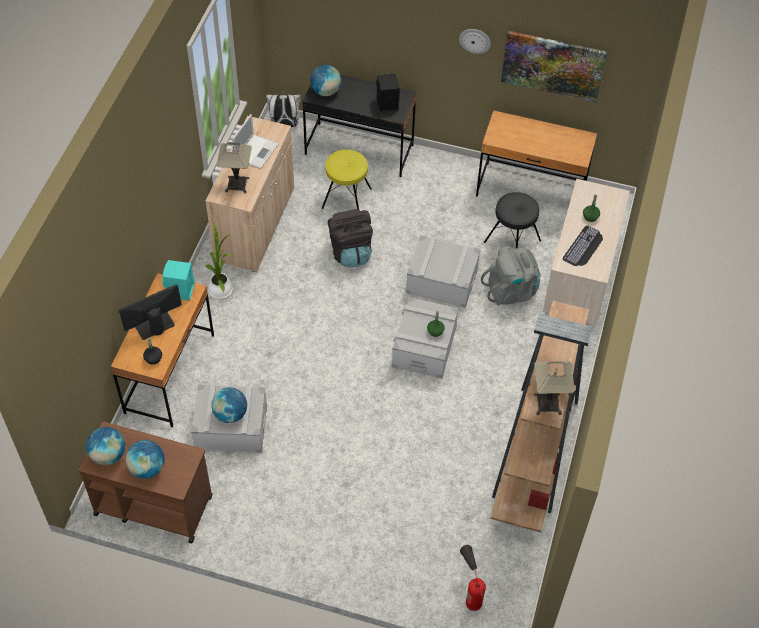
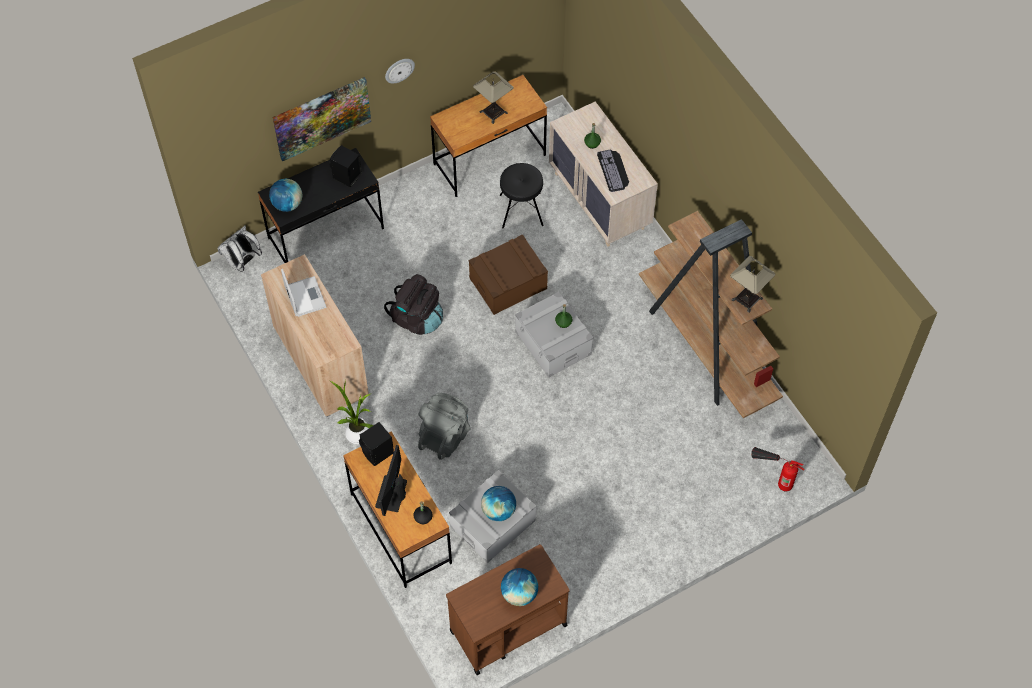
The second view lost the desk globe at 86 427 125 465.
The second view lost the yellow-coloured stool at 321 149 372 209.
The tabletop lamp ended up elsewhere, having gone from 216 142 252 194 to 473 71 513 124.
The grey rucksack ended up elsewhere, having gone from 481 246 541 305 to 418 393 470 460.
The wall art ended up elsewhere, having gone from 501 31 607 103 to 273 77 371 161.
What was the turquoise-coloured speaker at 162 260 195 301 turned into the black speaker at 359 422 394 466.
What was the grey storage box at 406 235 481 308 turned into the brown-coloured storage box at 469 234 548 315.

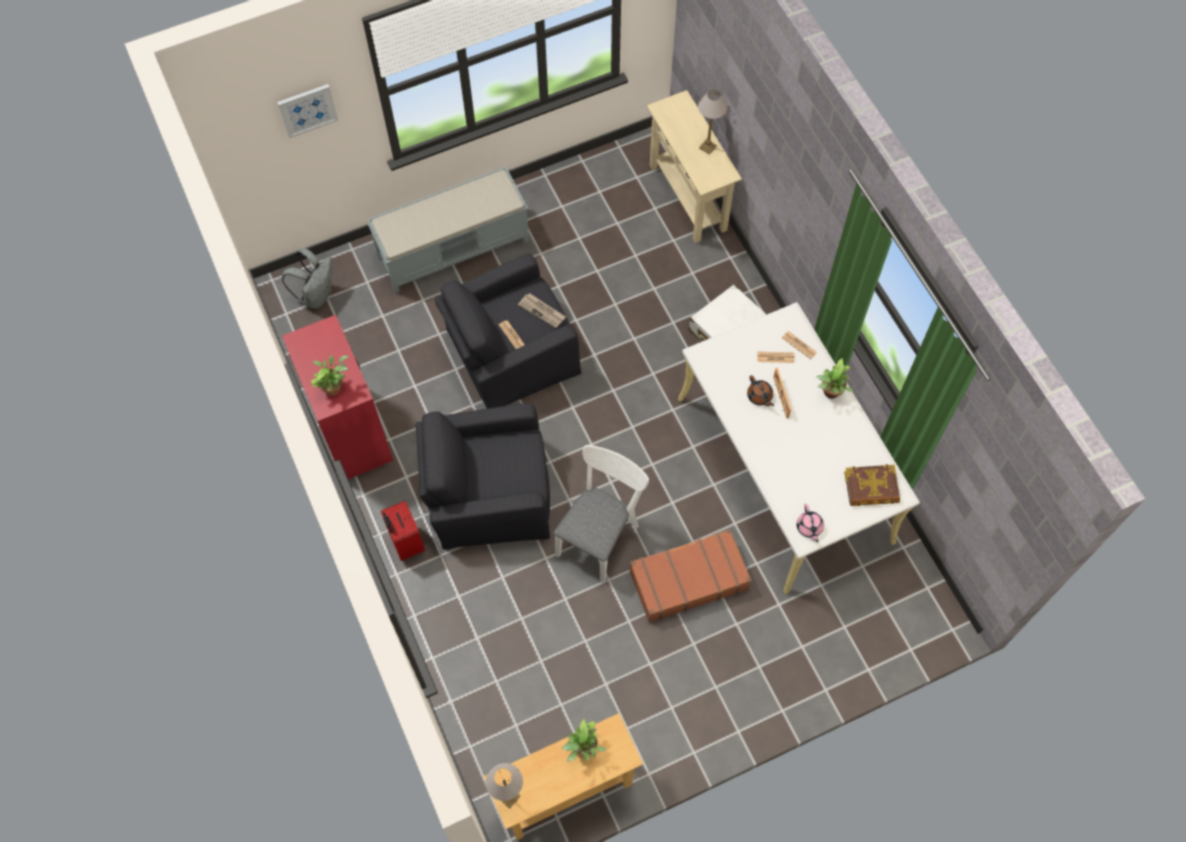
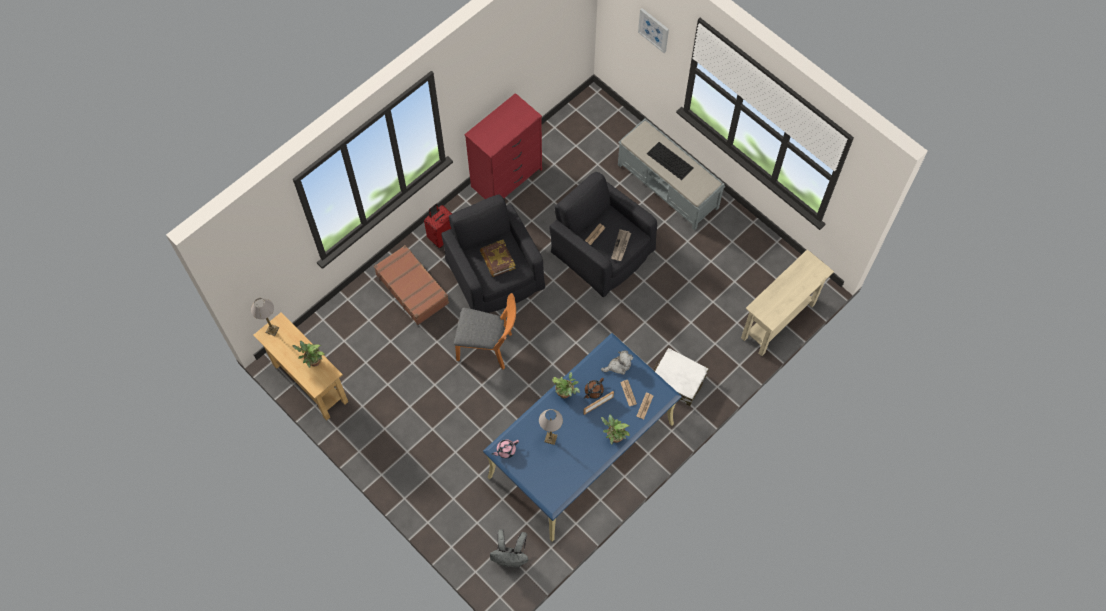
The second view gained the soft toy at 601 351 633 375.
The second view gained the keyboard at 647 142 694 180.
The grey rucksack ended up elsewhere, having gone from 282 248 333 309 to 490 529 528 567.
The houseplant ended up elsewhere, having gone from 311 355 349 395 to 552 372 580 398.
The brown-coloured travel case ended up elsewhere, having gone from 630 529 752 623 to 374 245 449 325.
The tabletop lamp ended up elsewhere, having gone from 698 89 727 155 to 539 409 563 445.
The bound book ended up elsewhere, having gone from 844 464 900 506 to 480 240 516 277.
What was the white upright chair at 554 445 649 582 turned into the orange upright chair at 454 293 516 370.
What was the white desk unit at 678 302 920 594 turned into the bluish desk unit at 483 333 681 541.

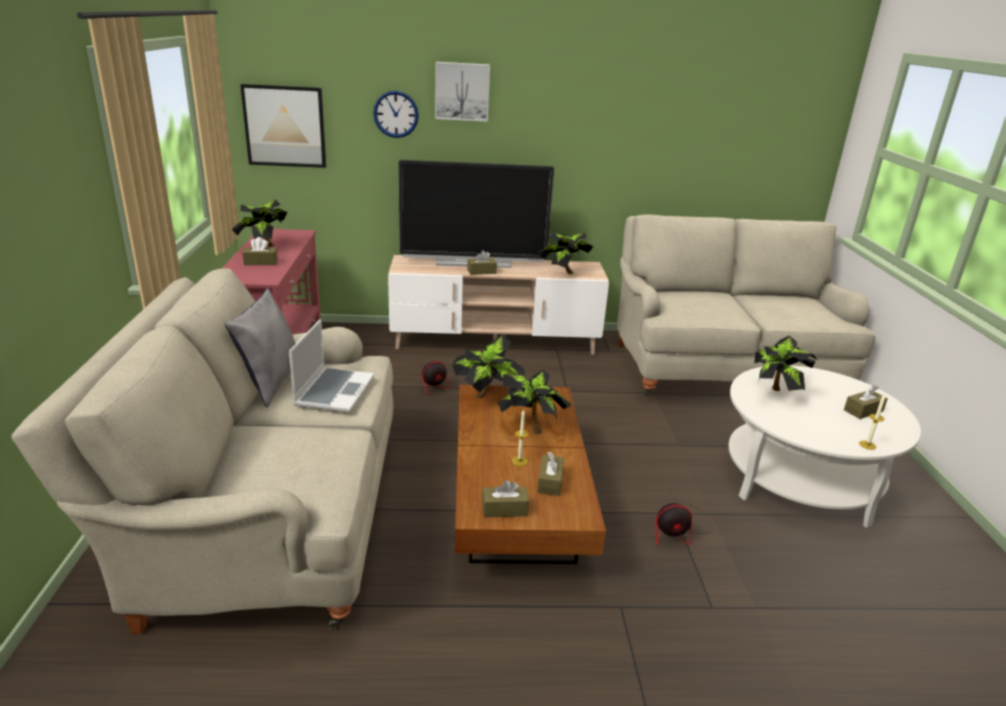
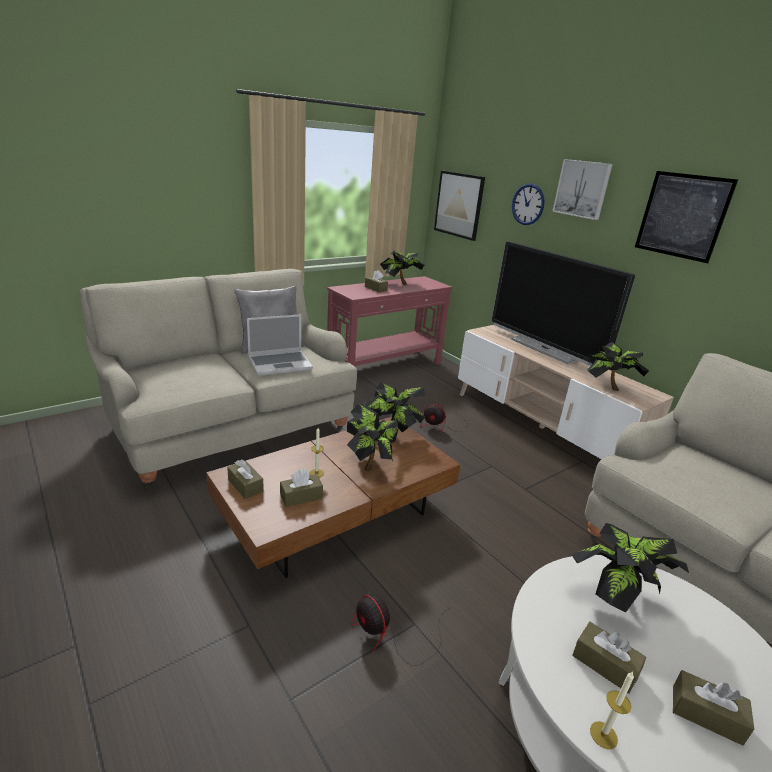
The second view gained the wall art at 635 171 738 263.
The brown-coloured box of tissues ended up elsewhere, having gone from 468 250 497 275 to 573 622 646 694.

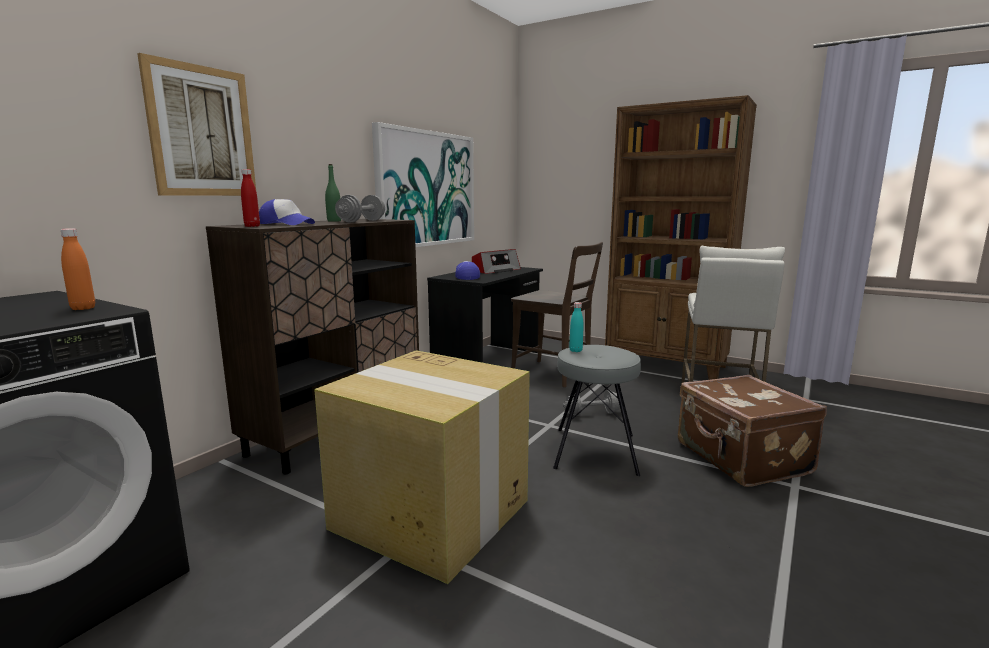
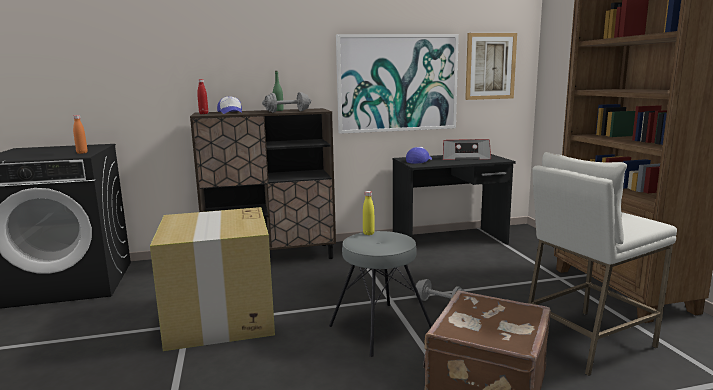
The second view lost the brown-coloured upright chair at 511 242 603 387.
The wall art ended up elsewhere, having gone from 137 53 256 196 to 465 33 517 100.
What was the turquoise-coloured beverage bottle at 569 302 584 352 turned into the yellow-coloured beverage bottle at 363 191 375 235.

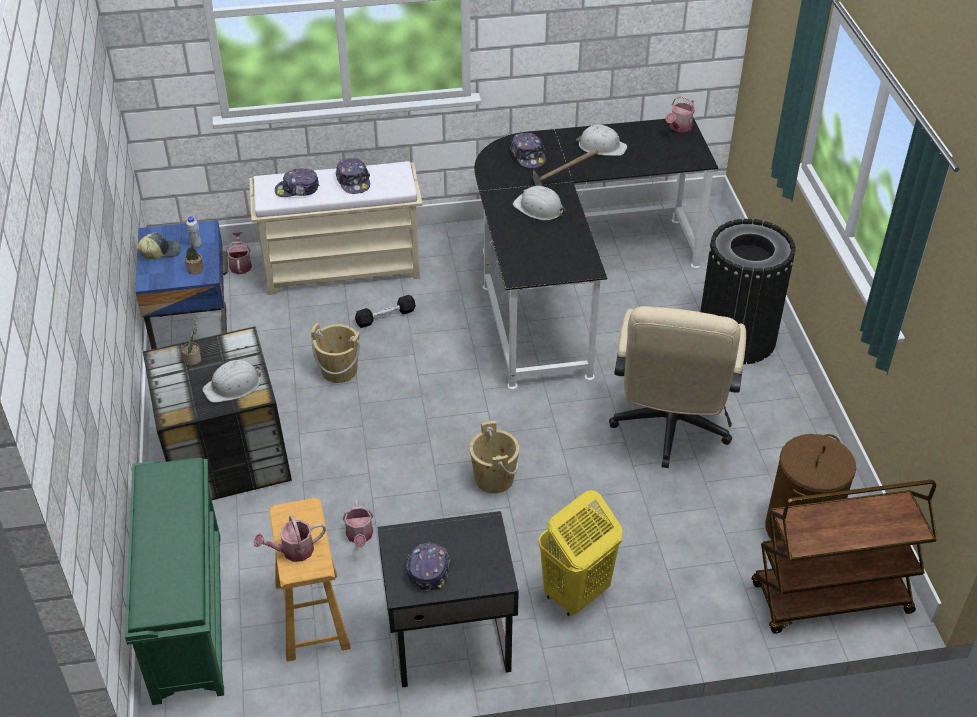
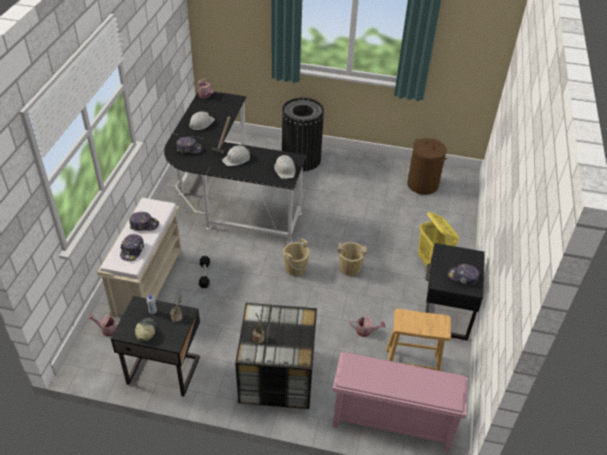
The second view lost the watering pot at 254 515 326 562.
The second view lost the beige-coloured desk chair at 609 306 746 468.
The second view lost the brown-coloured wheeled cart at 752 480 938 634.
The white work helmet ended up elsewhere, having gone from 203 360 261 403 to 274 155 296 179.
The beige-coloured pail ended up elsewhere, having gone from 311 323 360 383 to 283 238 310 276.
What was the greenish shoe shelf at 125 458 224 705 turned into the pink-coloured shoe shelf at 332 352 468 451.
What was the bluish nightstand at 135 220 228 349 turned into the black nightstand at 111 296 200 396.

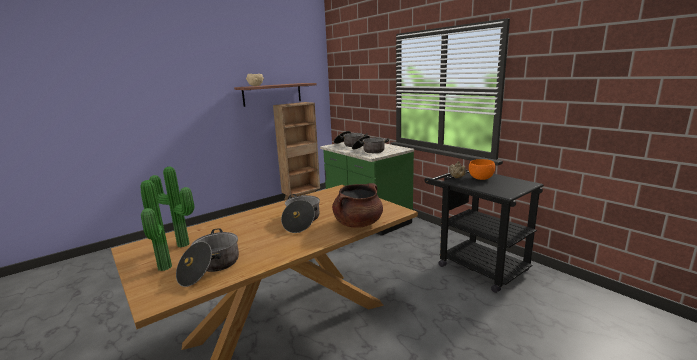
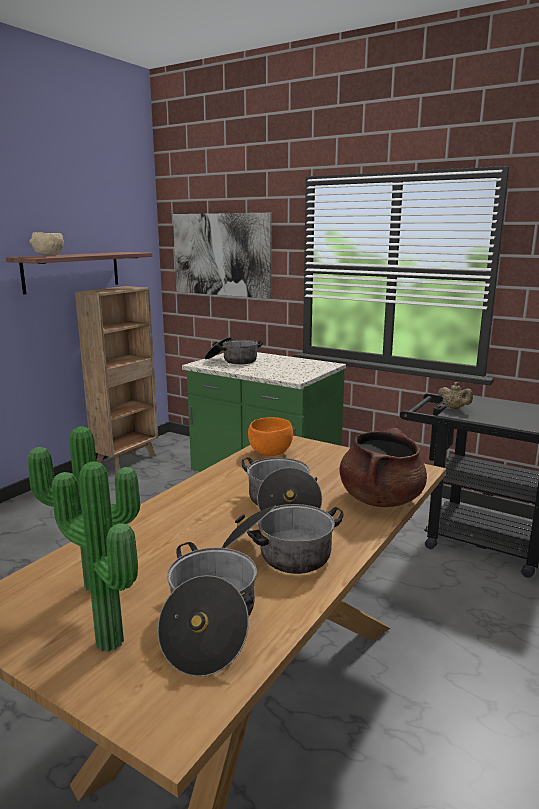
The second view gained the wall art at 173 213 272 299.
The cooking pot ended up elsewhere, having gone from 352 136 389 153 to 222 504 343 574.
The orange bowl ended up elsewhere, having gone from 469 159 495 180 to 248 417 293 456.

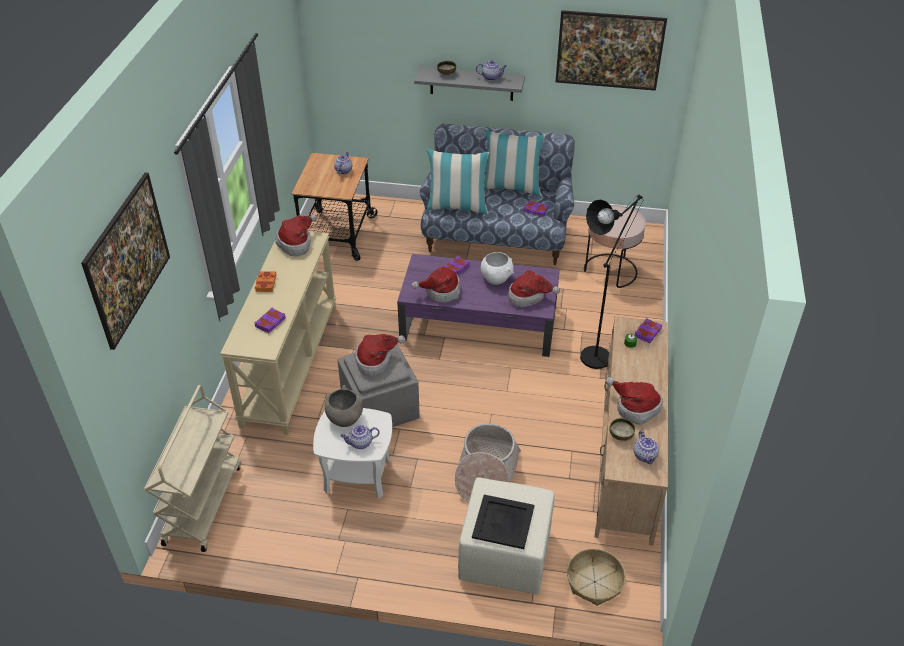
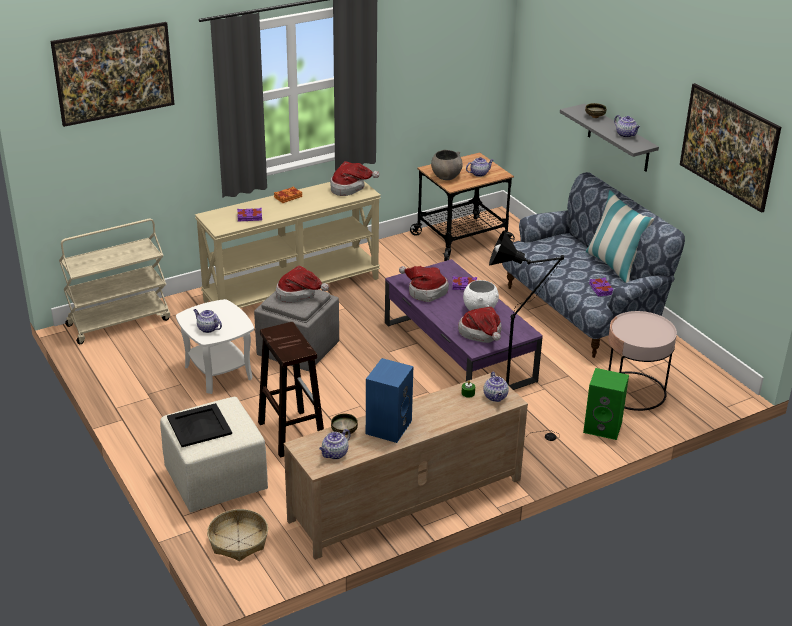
The second view lost the cushion at 426 149 489 214.
The second view gained the greenish speaker at 583 368 629 440.
The grey bowl ended up elsewhere, having gone from 324 385 363 427 to 431 150 463 180.
Where the storage basket stood at 455 424 521 502, the brown-coloured stool came to stand at 258 322 324 458.
Where the hat stood at 606 377 663 425, the bluish speaker came to stand at 366 358 413 443.
Where the purple bound book stood at 635 318 662 343, the pot for tea came to stand at 483 372 509 402.

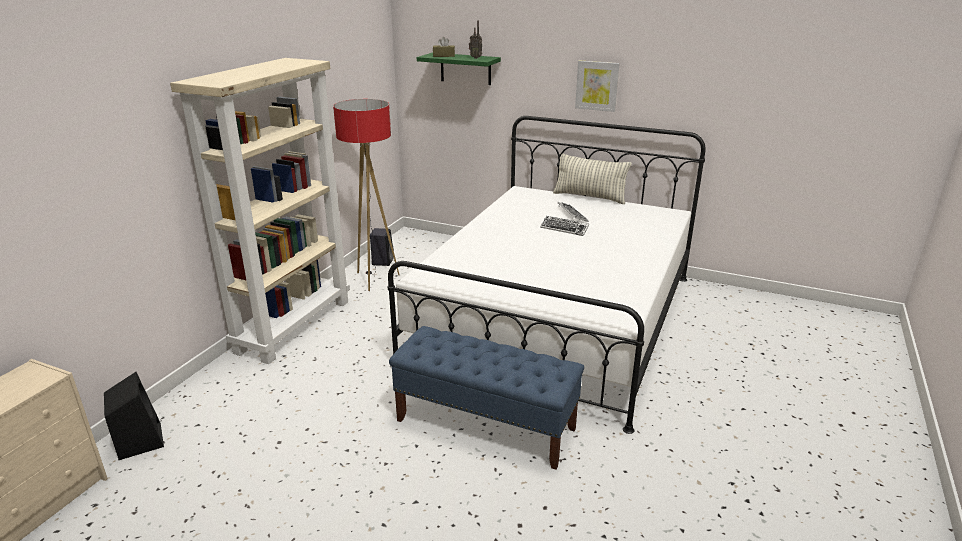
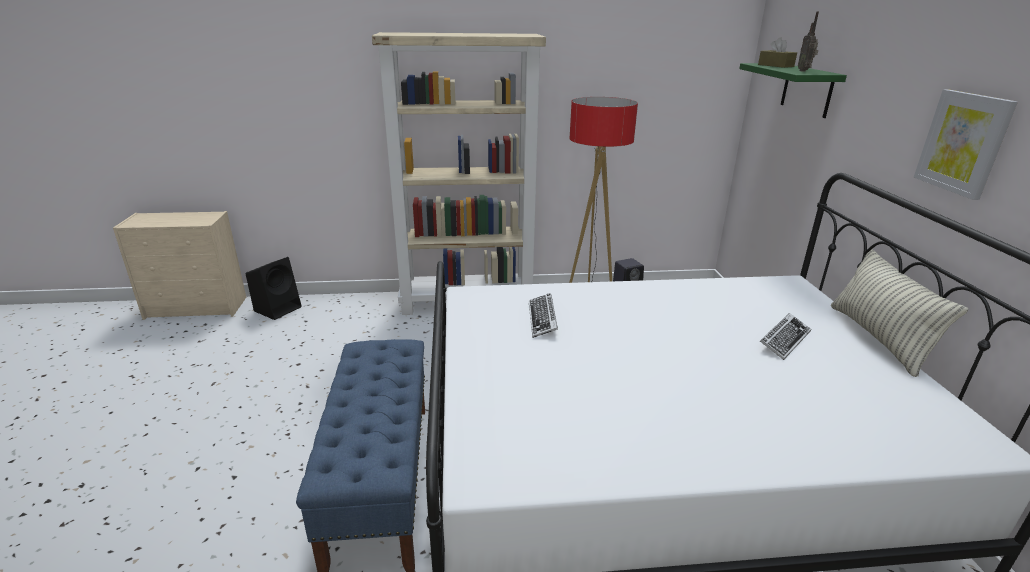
The keyboard ended up elsewhere, having gone from 540 216 589 236 to 529 293 558 338.

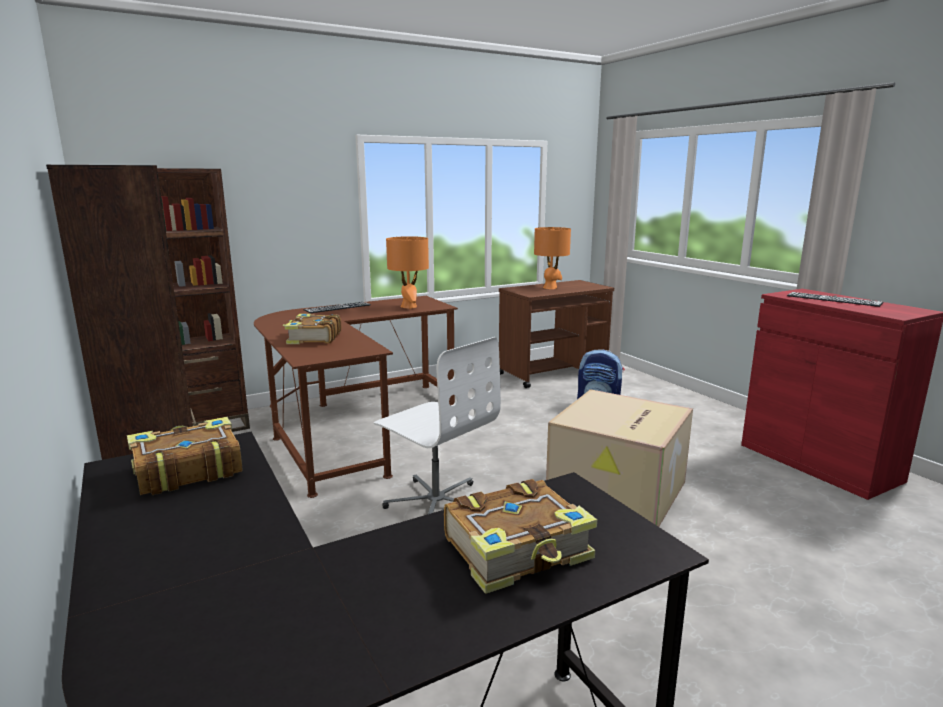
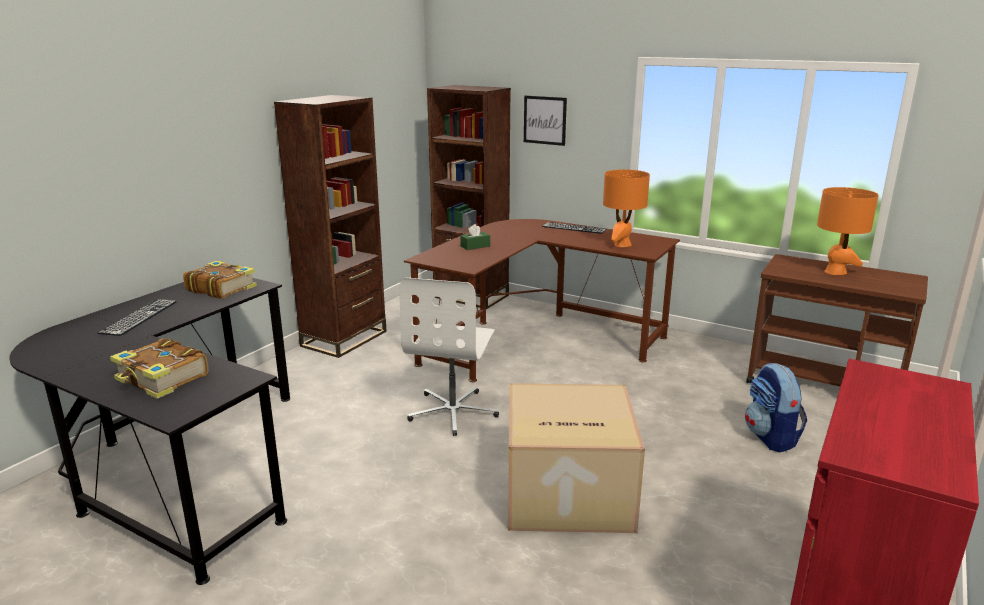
The second view gained the wall art at 524 96 567 146.
The keyboard ended up elsewhere, having gone from 787 292 884 307 to 98 300 177 336.
Where the bound book stood at 283 314 341 344, the greenish box of tissues came to stand at 460 224 490 250.

